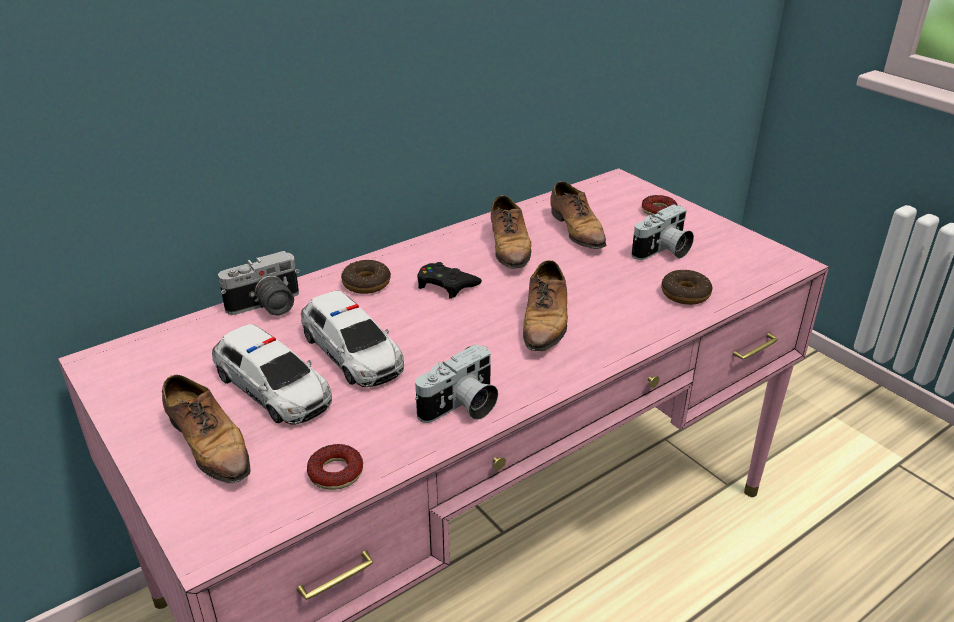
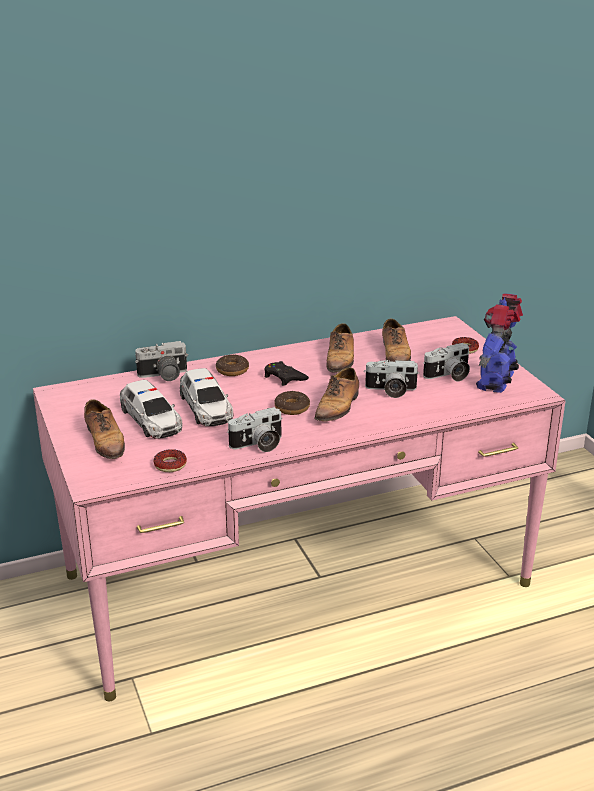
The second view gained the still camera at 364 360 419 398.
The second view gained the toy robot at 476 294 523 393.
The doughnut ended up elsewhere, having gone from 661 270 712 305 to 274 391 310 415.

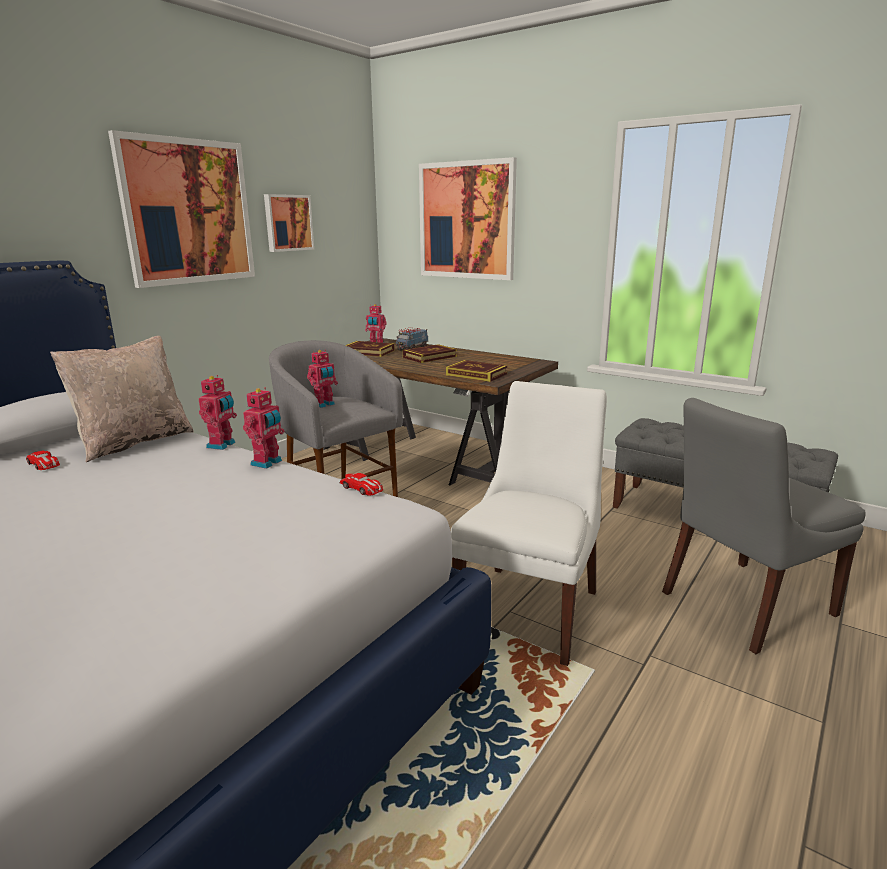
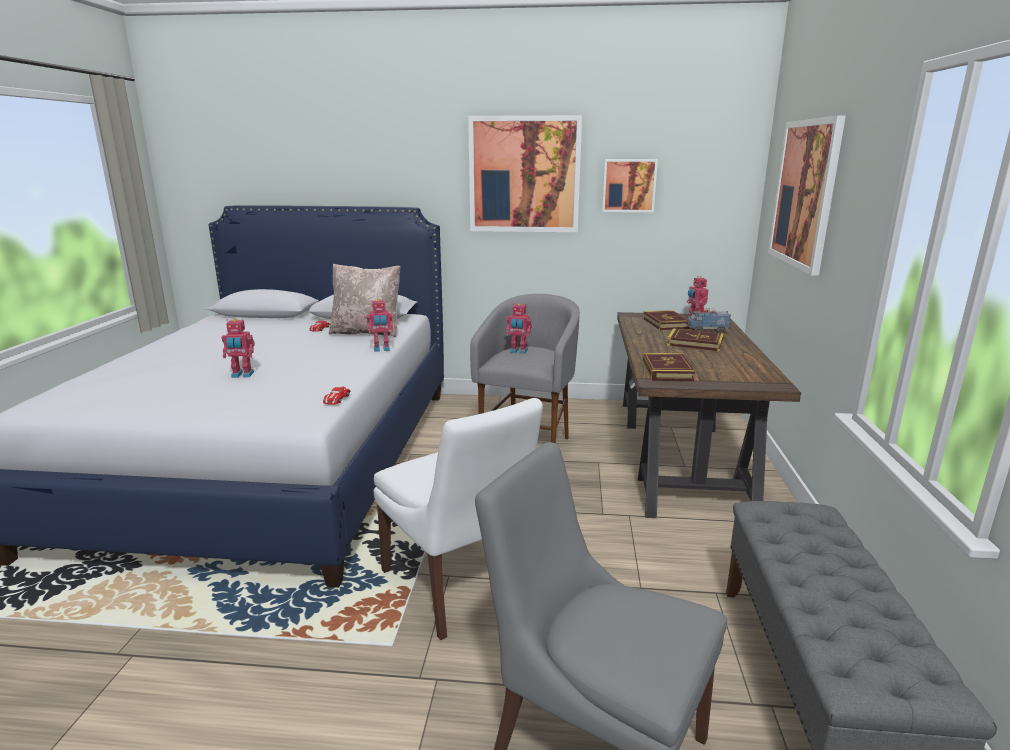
The toy robot ended up elsewhere, having gone from 243 387 285 469 to 222 318 255 378.
The white upright chair at 451 381 607 666 ended up facing another way, 60 degrees clockwise from before.

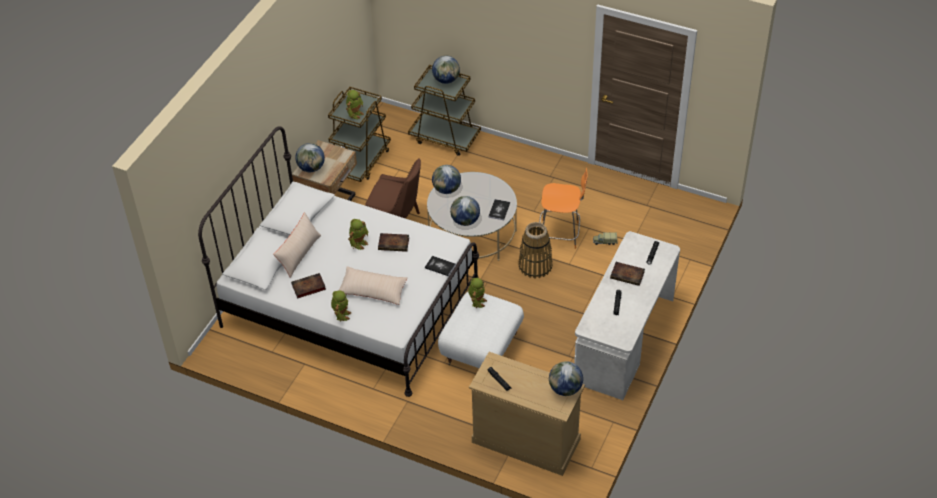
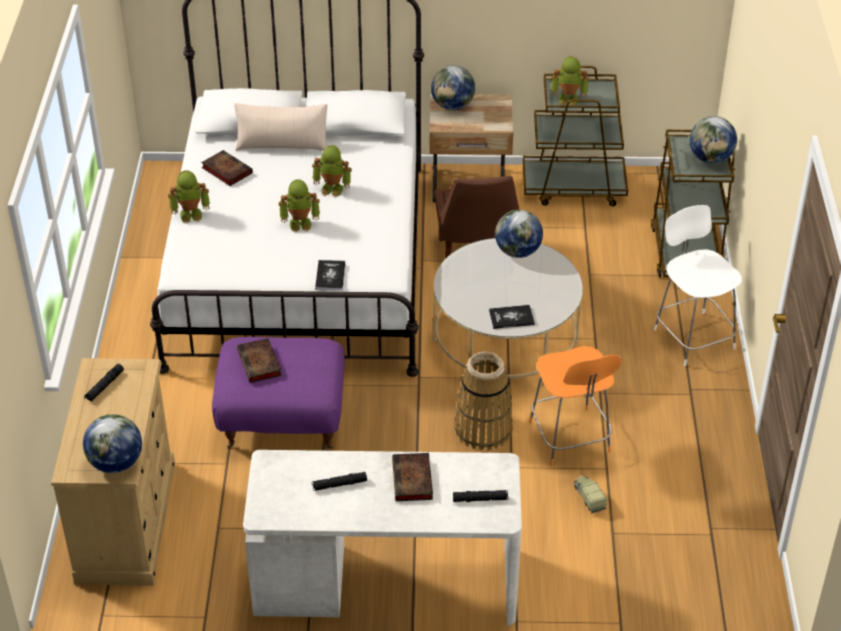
The second view lost the beige-coloured cushion at 338 266 408 305.
The second view lost the desk globe at 450 196 480 226.
The second view gained the white upright chair at 654 205 742 366.
The bound book ended up elsewhere, having gone from 378 233 409 252 to 237 338 282 383.
The toy robot ended up elsewhere, having gone from 468 278 487 308 to 279 179 320 233.
What was the white footrest at 438 292 524 368 turned into the purple footrest at 212 337 345 449.

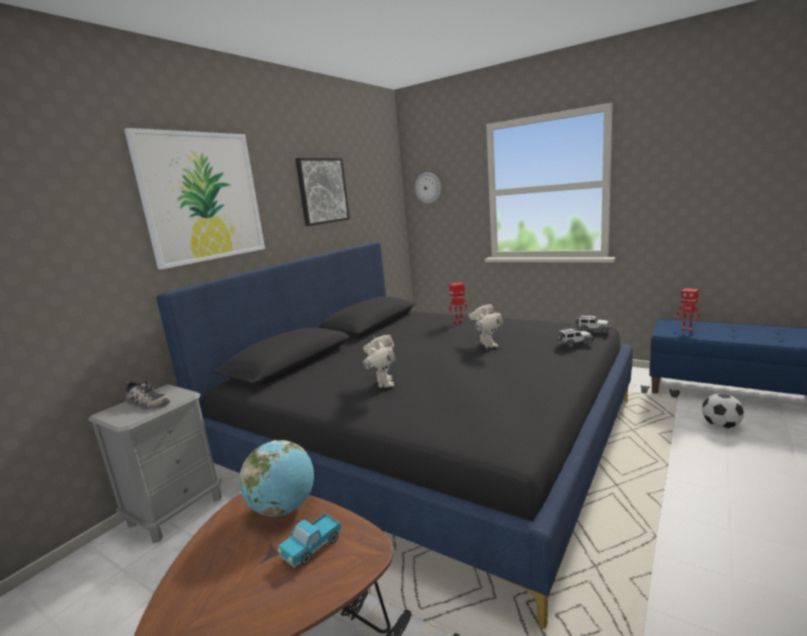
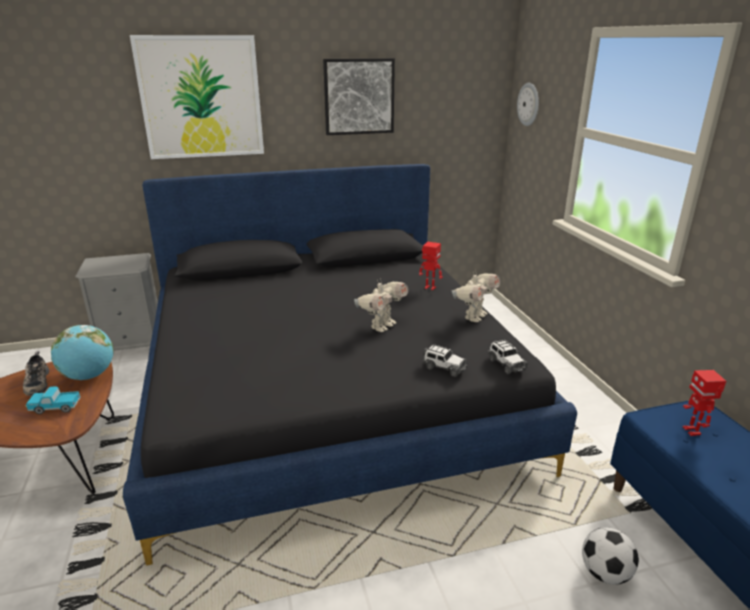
The shoe ended up elsewhere, having gone from 125 380 170 410 to 23 351 49 396.
The toy robot ended up elsewhere, having gone from 362 334 396 388 to 452 270 500 322.

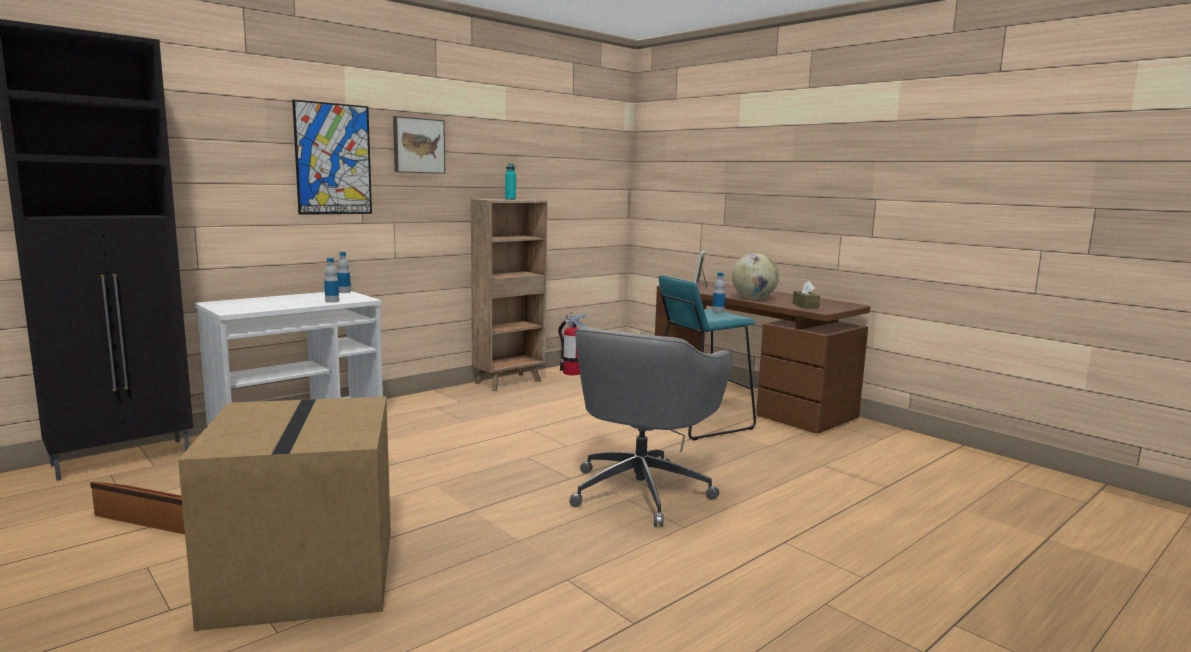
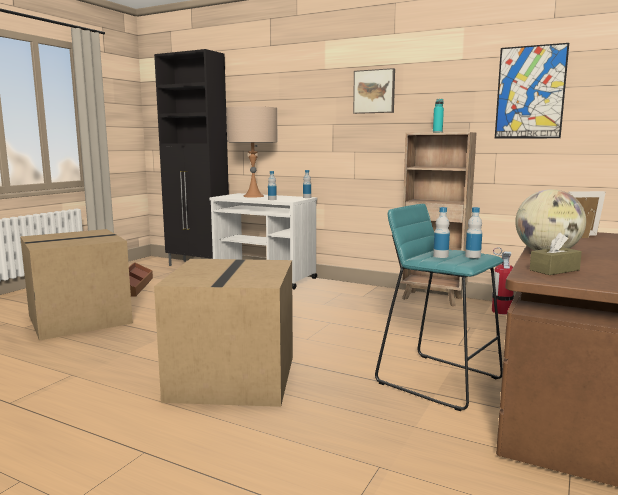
The second view gained the beige-coloured tabletop lamp at 226 106 278 198.
The second view gained the beverage bottle at 433 207 450 258.
The wall art ended up elsewhere, having gone from 292 100 372 215 to 495 43 569 139.
Where the grey desk chair stood at 569 327 732 527, the cardboard box came to stand at 154 259 293 407.

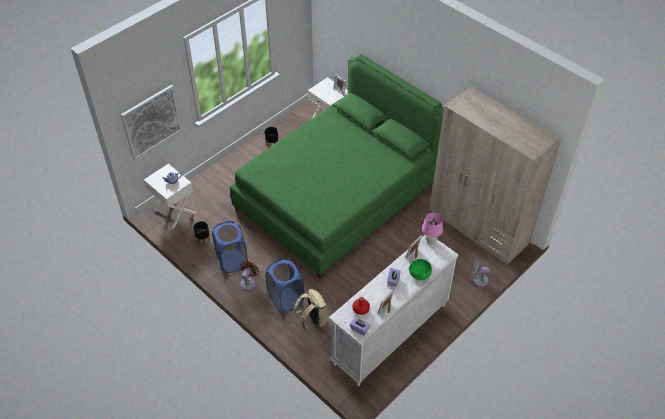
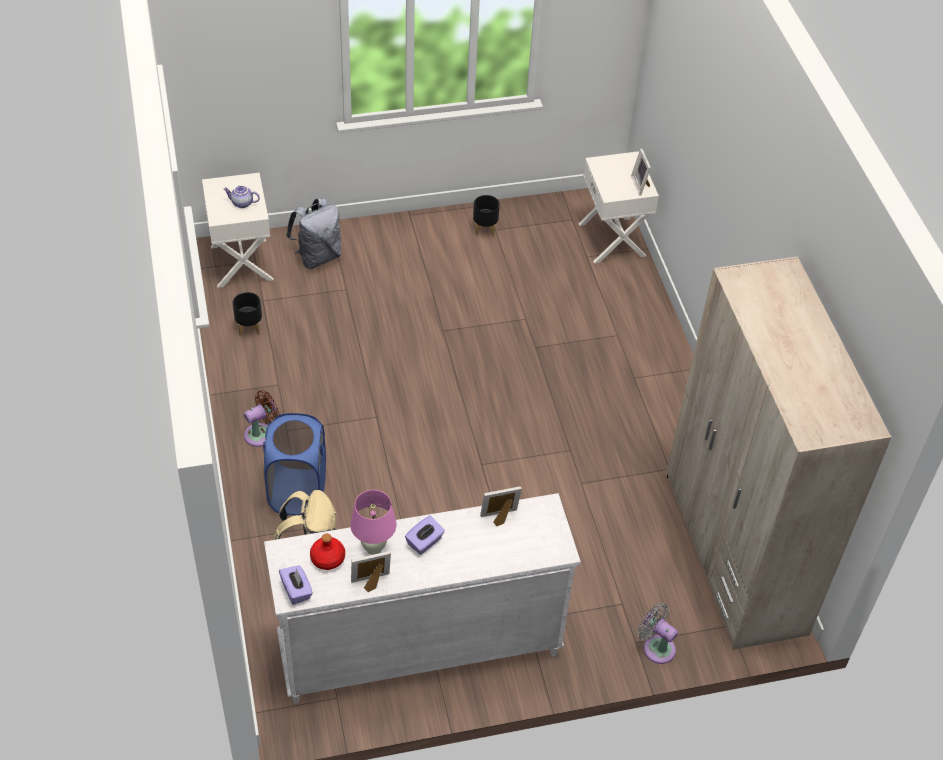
The second view lost the wall art at 121 85 182 160.
The second view lost the bluish hamper at 212 221 248 273.
The second view lost the greenish bedroom bed at 230 54 444 279.
The second view lost the greenish bowl at 409 259 432 280.
The second view gained the grey rucksack at 286 198 341 269.
The pink-coloured tabletop lamp ended up elsewhere, having gone from 422 212 443 244 to 350 490 396 555.

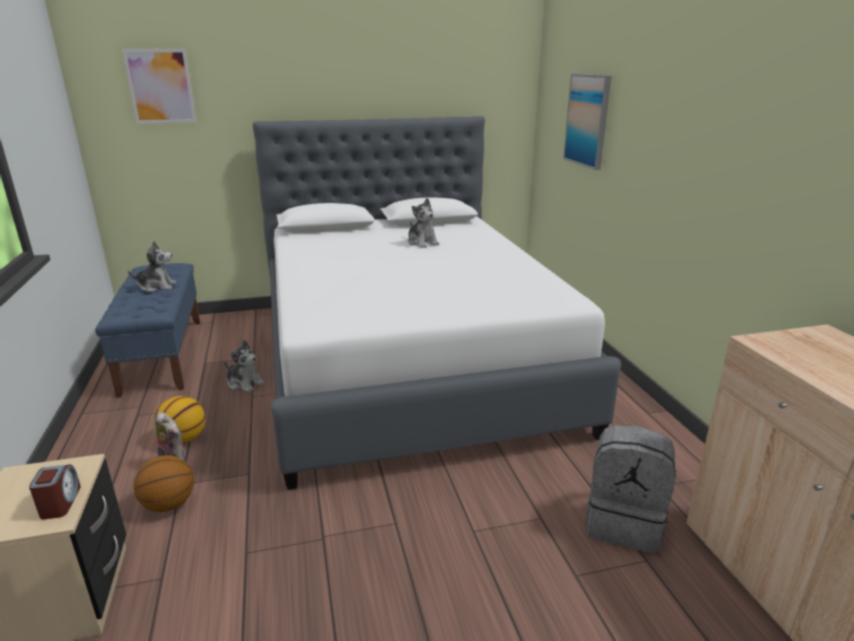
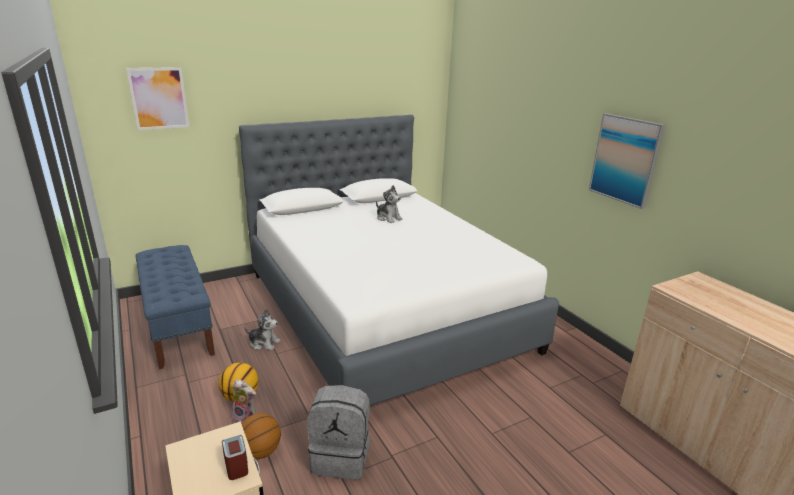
The second view lost the soft toy at 128 241 177 292.
The wall art ended up elsewhere, having gone from 563 74 611 170 to 589 113 665 209.
The grey rucksack ended up elsewhere, having gone from 586 425 676 554 to 307 385 370 480.

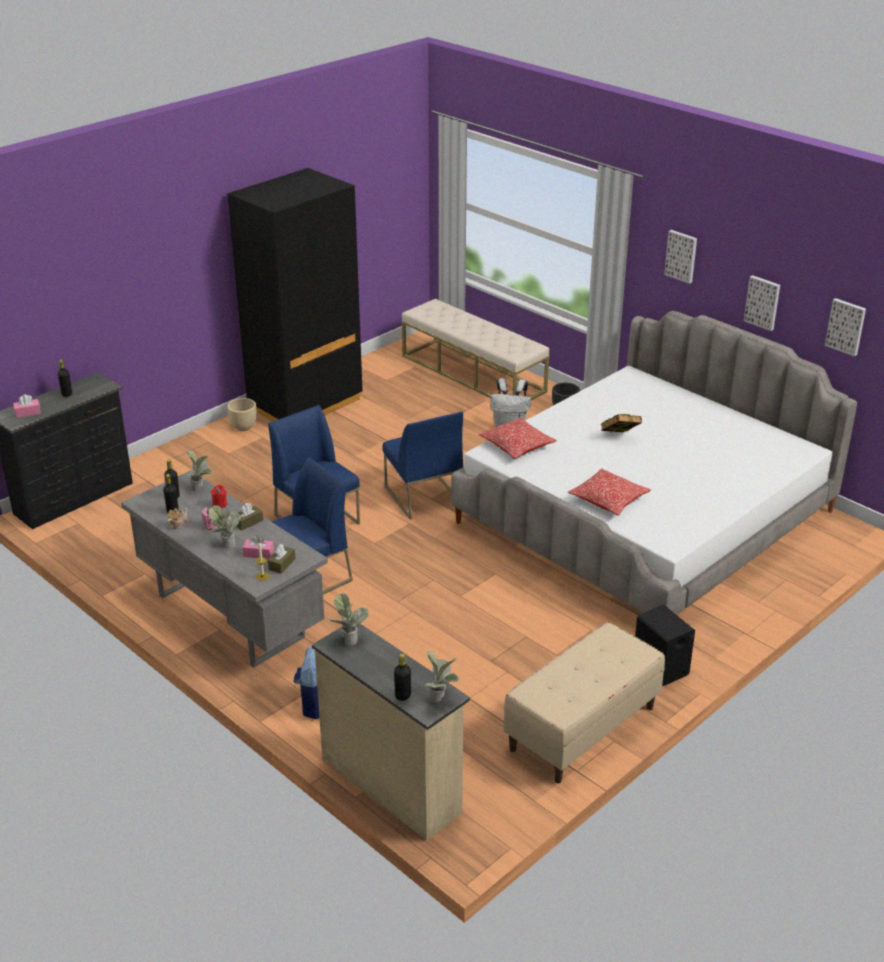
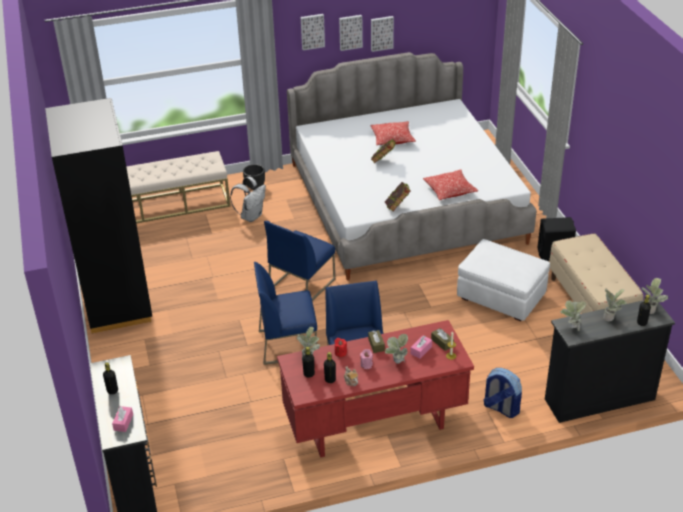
The second view lost the beige-coloured planter at 227 398 257 431.
The second view gained the bound book at 385 182 411 211.
The second view gained the white footrest at 457 239 550 321.
The second view gained the houseplant at 603 288 627 322.
The cushion ended up elsewhere, having gone from 479 418 557 459 to 370 121 416 145.
The wall art ended up elsewhere, having gone from 825 298 866 357 to 339 15 363 51.
What was the grey desk unit at 121 470 328 668 turned into the red desk unit at 277 320 474 458.
What was the beige-coloured dresser at 312 624 470 841 turned into the black dresser at 545 298 675 423.
The bluish upright chair at 382 412 463 519 ended up facing another way, 120 degrees clockwise from before.

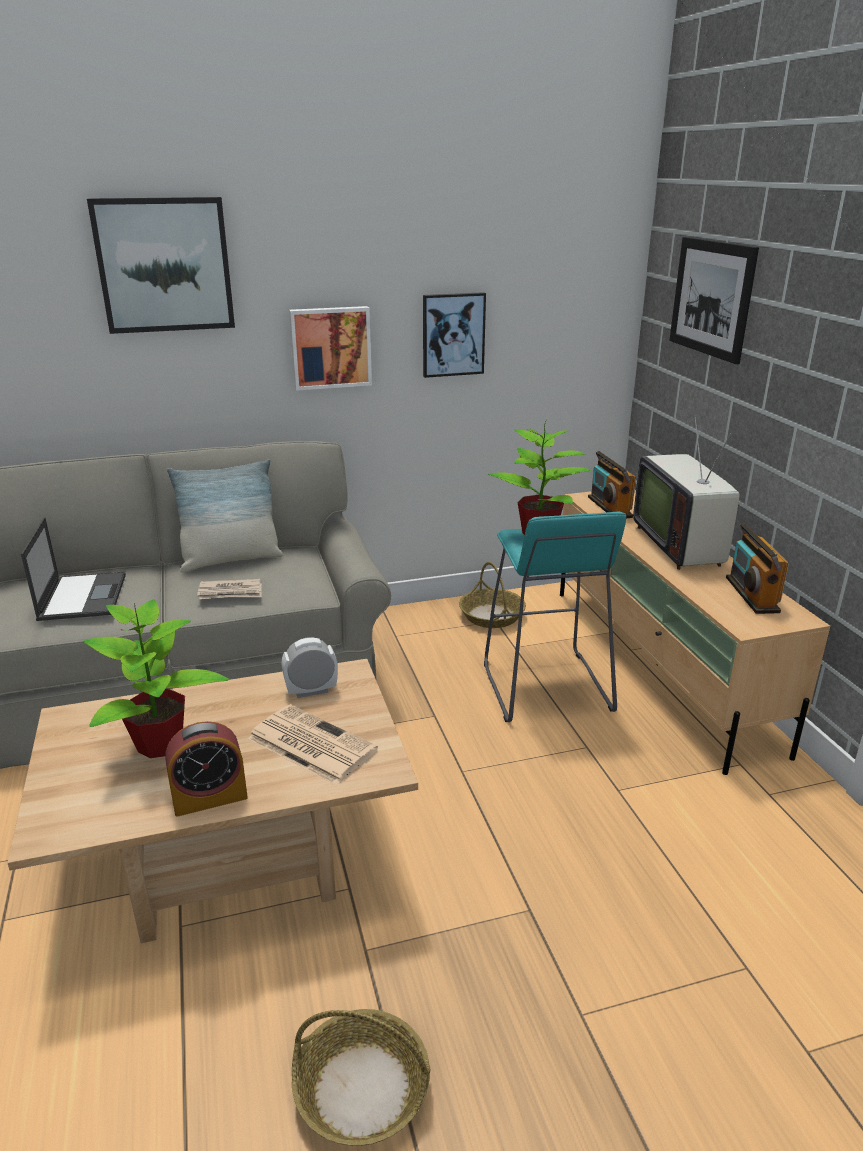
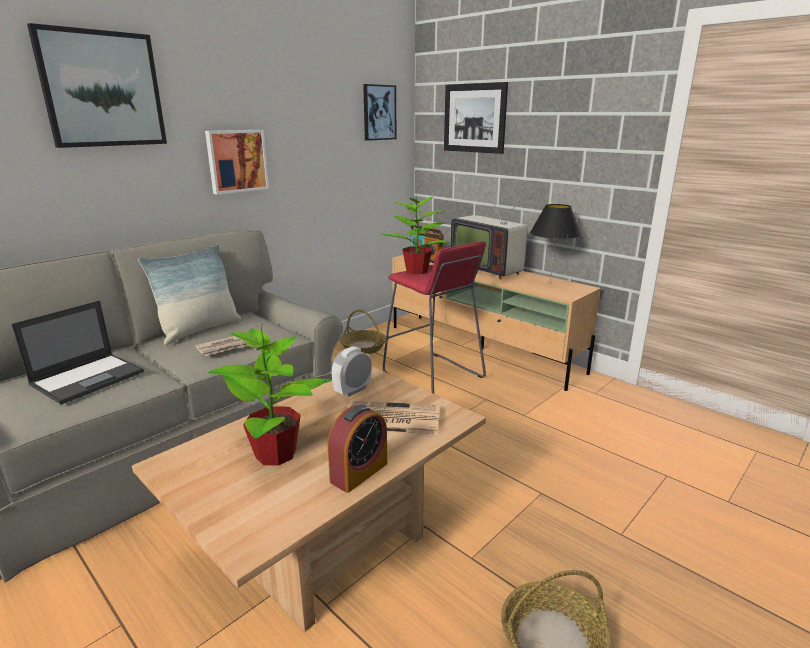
The wall art ended up elsewhere, having gone from 423 292 486 378 to 363 84 396 141.
Where the radio stood at 726 523 789 614, the black tabletop lamp came to stand at 530 204 581 282.
What was the turquoise-coloured stool at 484 511 626 722 turned into the red stool at 383 241 486 394.
The notebook computer at 21 517 126 621 ended up facing another way, 75 degrees clockwise from before.

